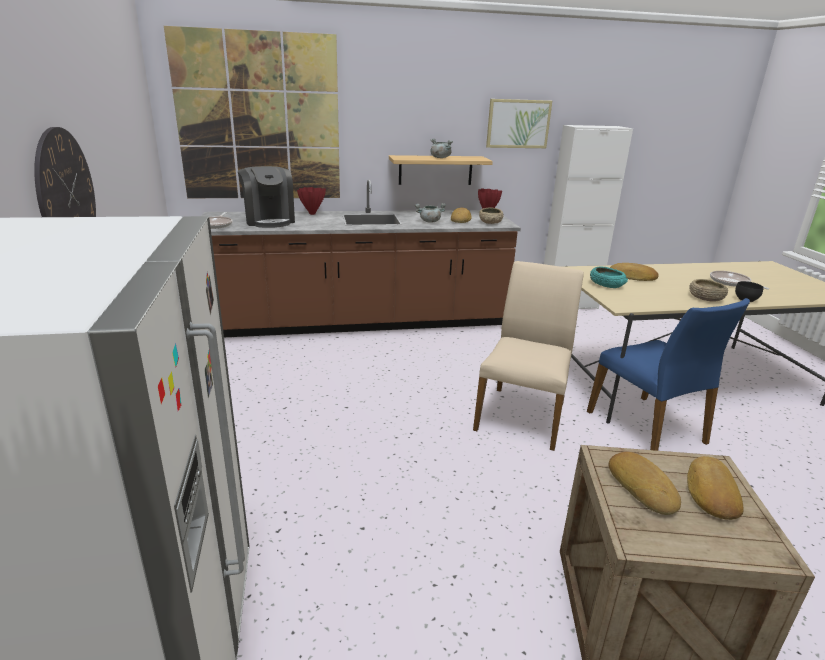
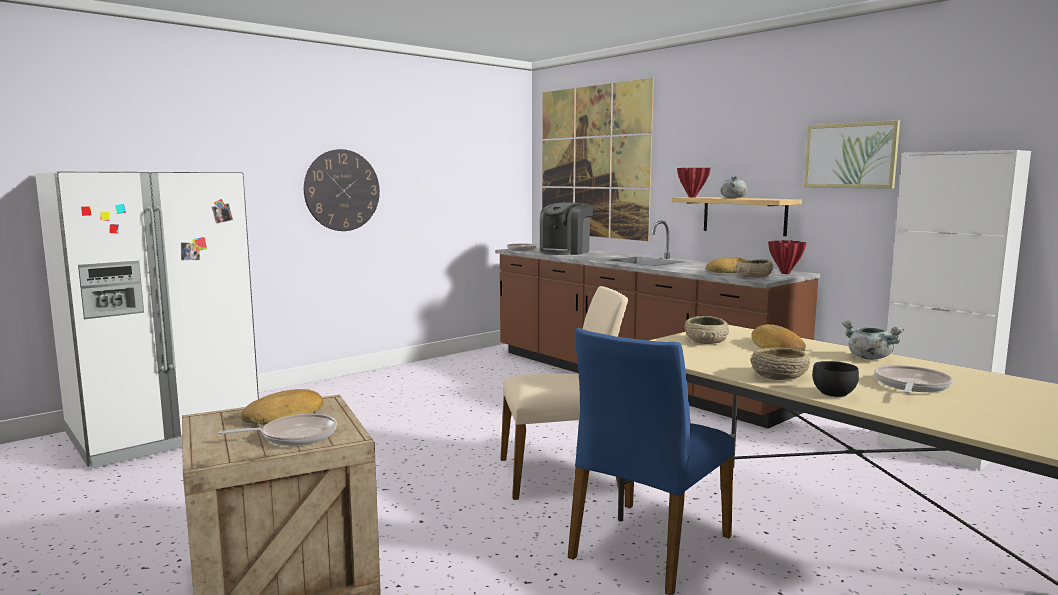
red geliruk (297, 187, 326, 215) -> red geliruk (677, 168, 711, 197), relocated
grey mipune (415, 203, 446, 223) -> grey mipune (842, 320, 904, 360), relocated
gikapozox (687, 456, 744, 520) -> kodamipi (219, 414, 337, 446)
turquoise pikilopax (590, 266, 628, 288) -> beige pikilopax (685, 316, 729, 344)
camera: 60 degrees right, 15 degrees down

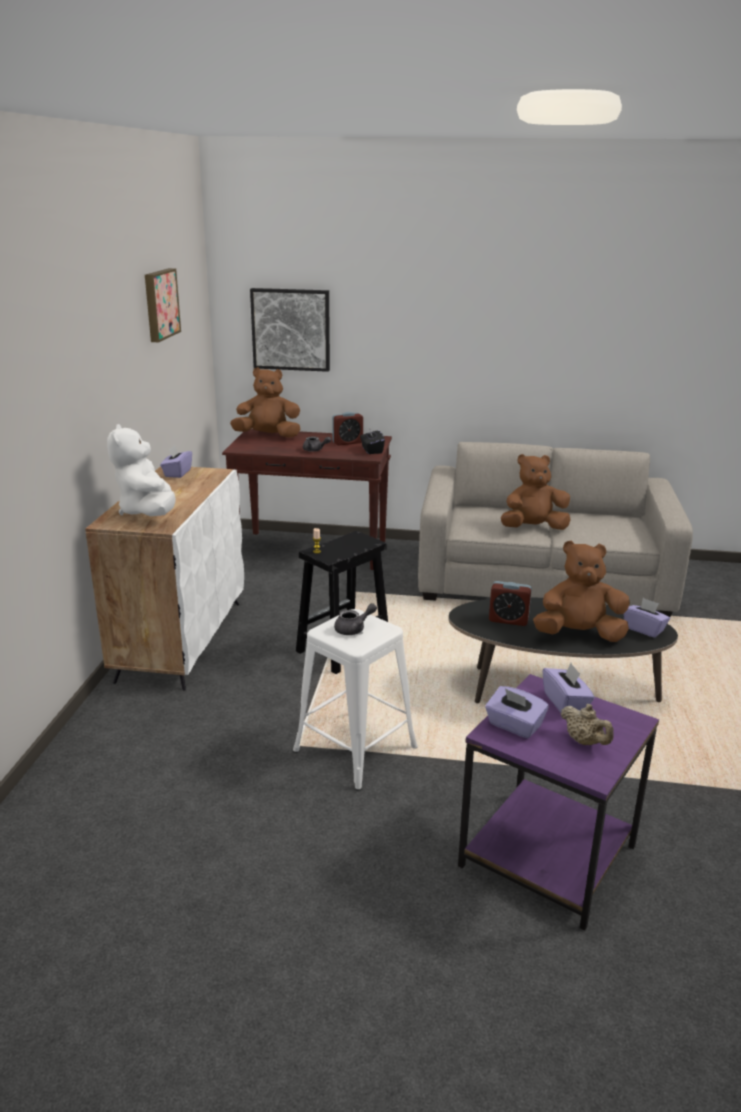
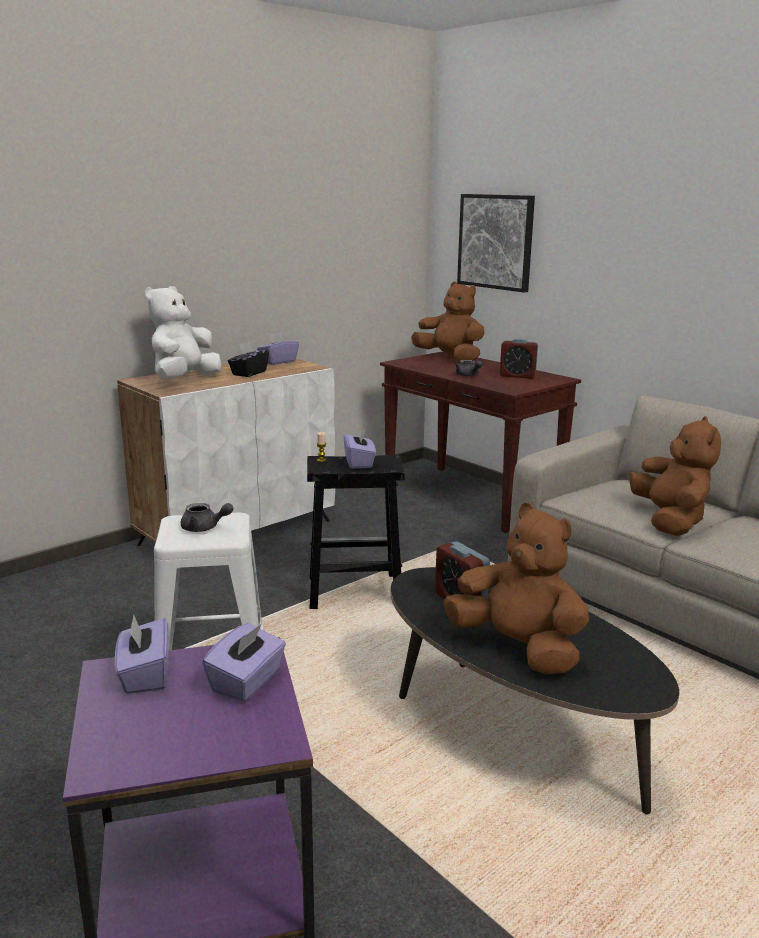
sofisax (145, 268, 181, 342) -> none
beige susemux (560, 704, 614, 745) -> none
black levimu (360, 429, 385, 454) -> black levimu (228, 342, 269, 377), relocated
purple levimu (623, 598, 670, 638) -> purple levimu (344, 428, 376, 469), relocated
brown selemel (501, 454, 571, 530) -> brown selemel (629, 416, 721, 536), 60 degrees clockwise
camera: 40 degrees right, 5 degrees down

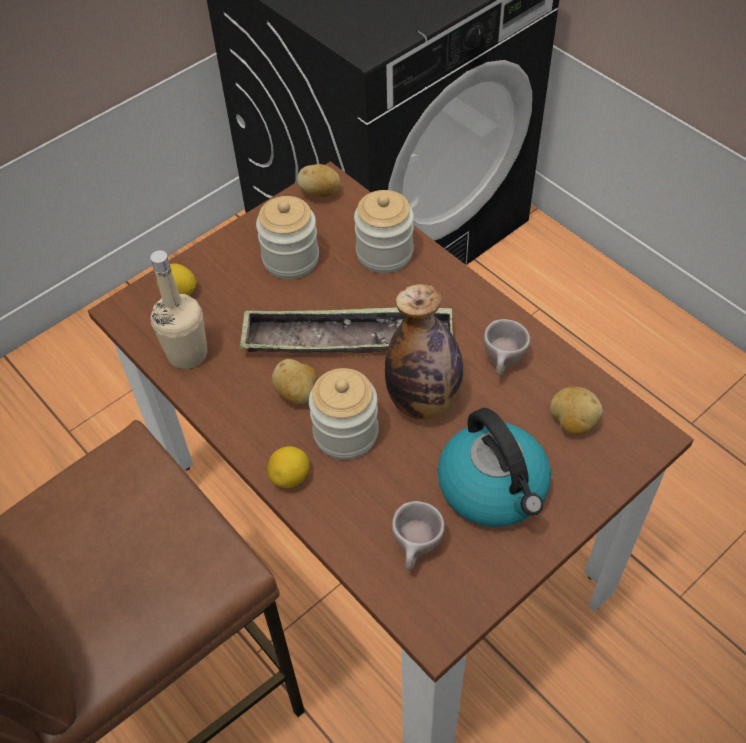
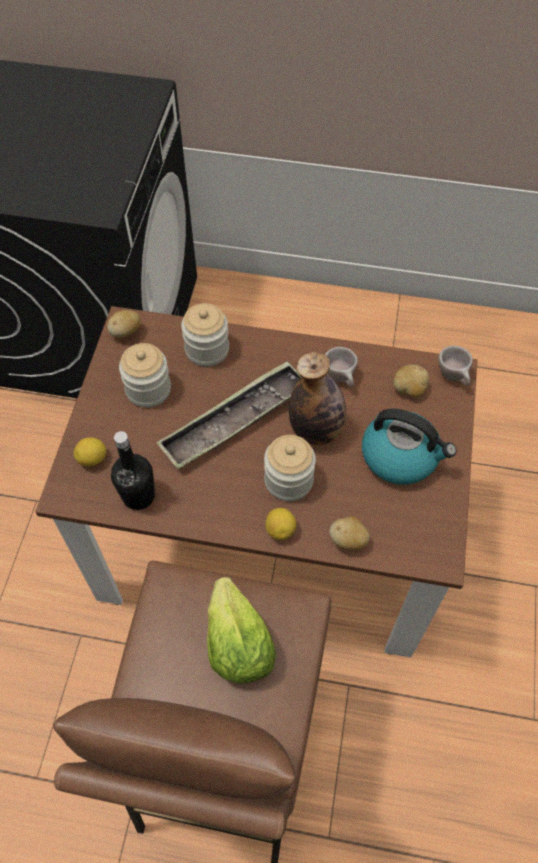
none -> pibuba (207, 577, 276, 684)
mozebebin (272, 359, 317, 404) -> mozebebin (330, 517, 370, 550), relocated
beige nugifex (392, 501, 445, 571) -> beige nugifex (439, 346, 473, 386), relocated
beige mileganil (150, 250, 207, 369) -> black mileganil (111, 431, 155, 510)
camera: 40 degrees left, 5 degrees up

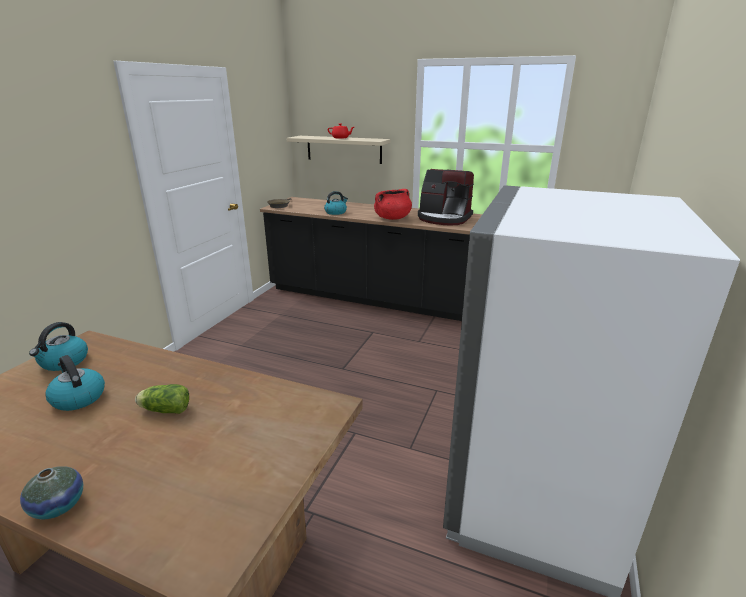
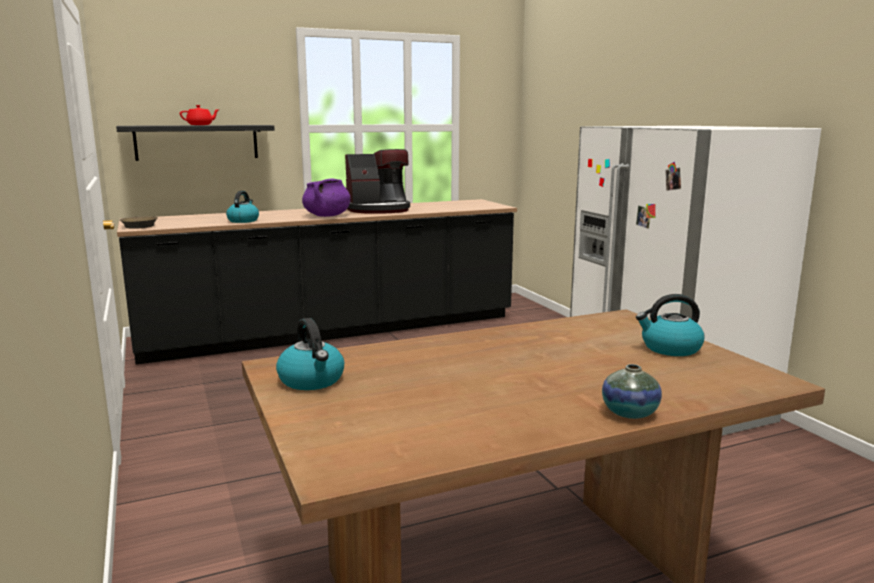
pibuba (135, 384, 189, 414) -> none
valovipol (45, 355, 105, 411) -> valovipol (636, 294, 704, 356), relocated
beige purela (287, 136, 391, 164) -> black purela (116, 125, 275, 161)
red mipune (374, 189, 412, 220) -> purple mipune (302, 178, 351, 217)
camera: 45 degrees left, 10 degrees down

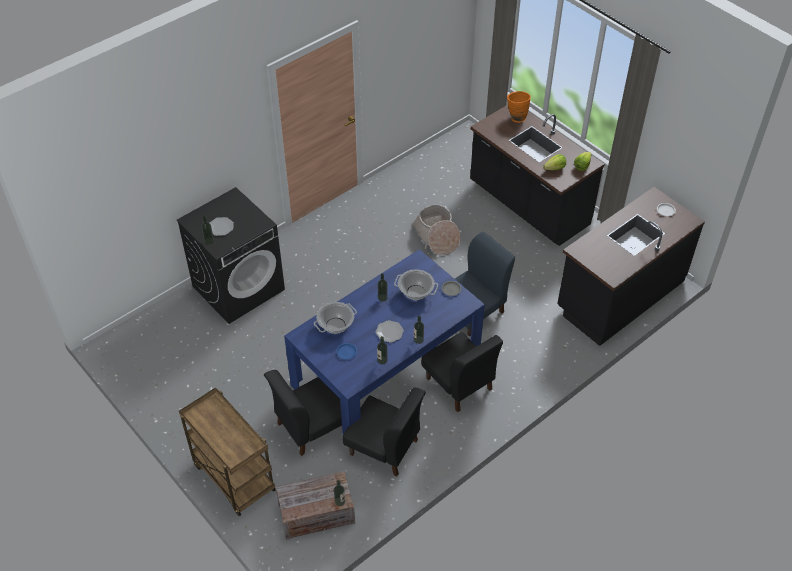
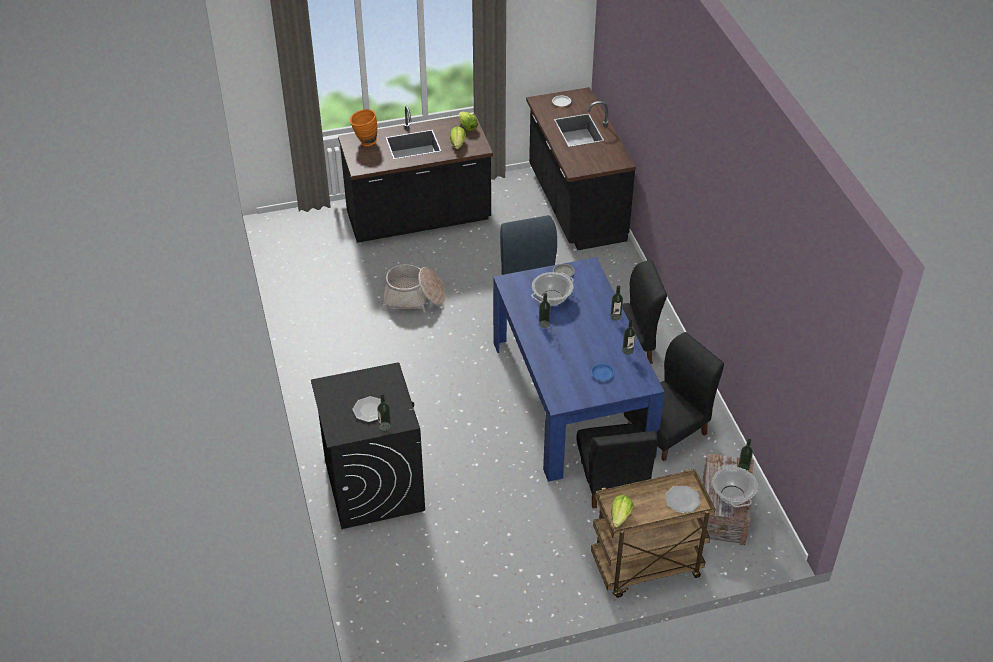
none -> pibuba (611, 495, 634, 528)
mipune (314, 302, 357, 334) -> mipune (712, 465, 758, 507), relocated
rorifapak (376, 320, 404, 343) -> rorifapak (665, 486, 700, 513), relocated
camera: 65 degrees left, 5 degrees down

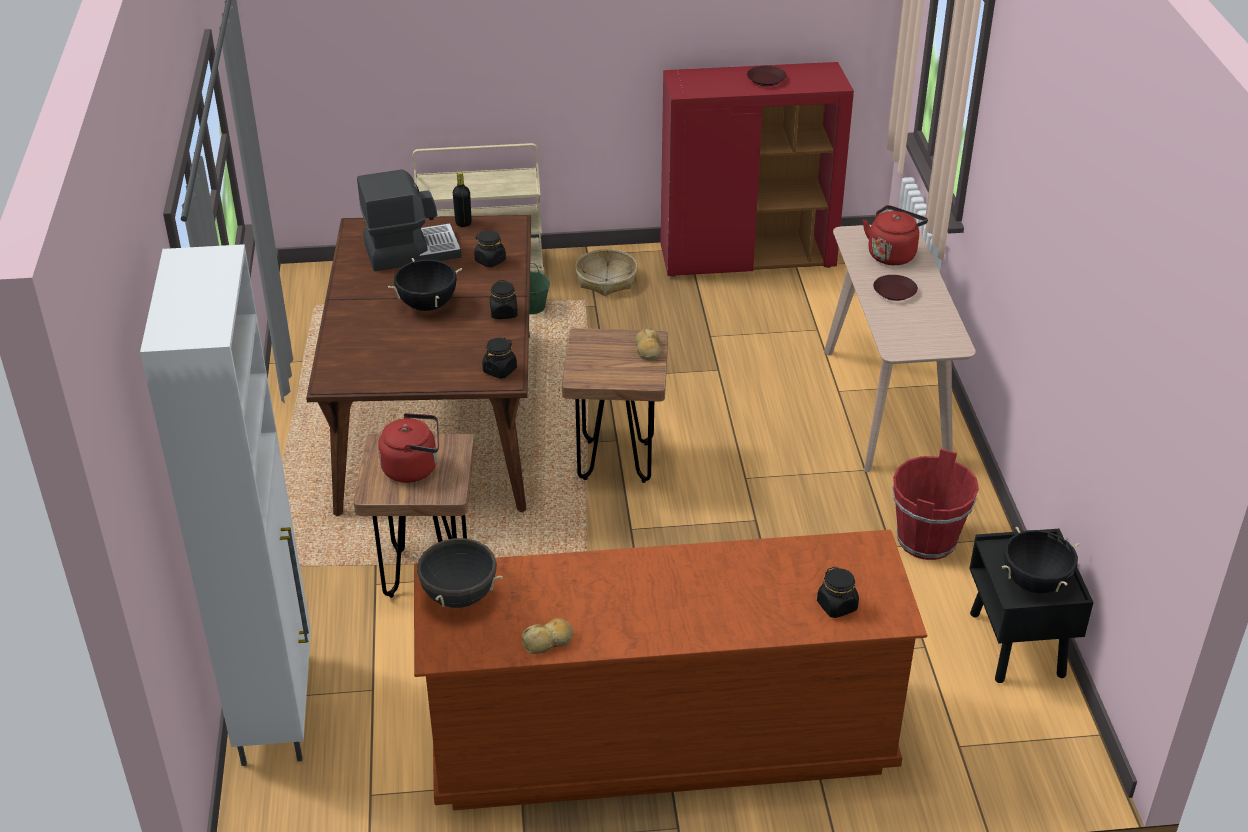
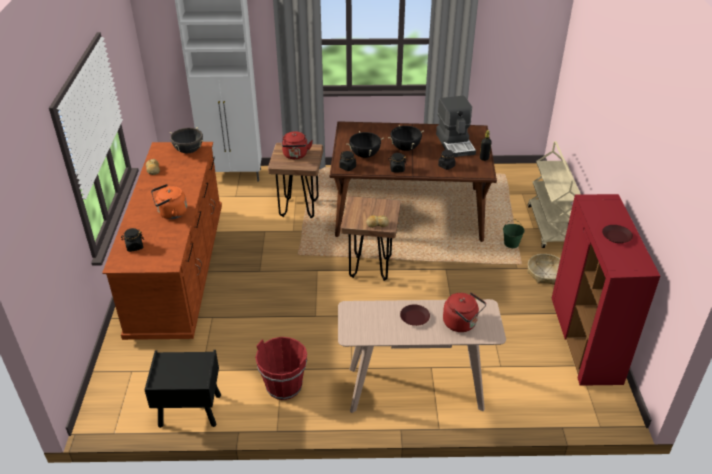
none -> orange valovipol (151, 184, 187, 219)
black mipune (1002, 527, 1080, 593) -> black mipune (346, 131, 384, 158), relocated
camera: 95 degrees right, 0 degrees up

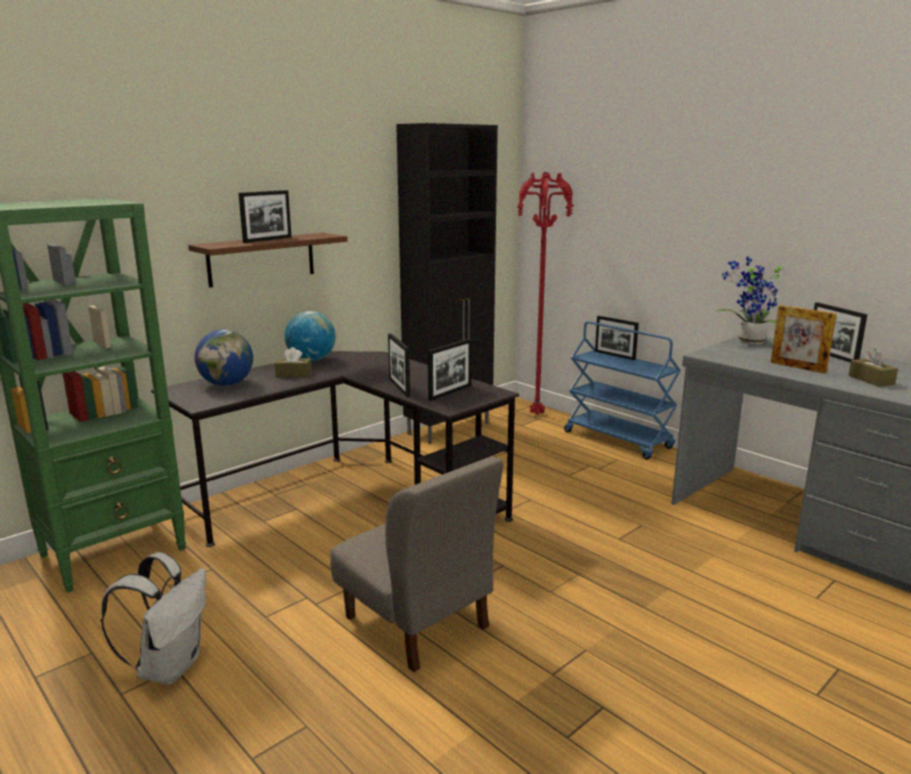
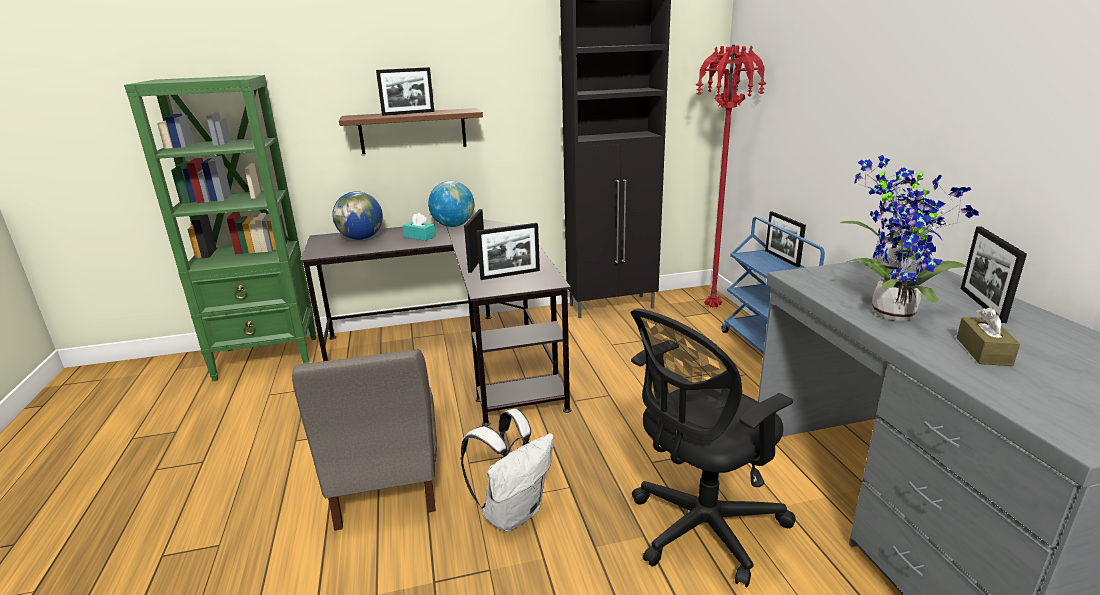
none -> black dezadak (631, 309, 796, 588)
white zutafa (101, 552, 206, 685) -> white zutafa (461, 409, 554, 531), relocated
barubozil (770, 305, 837, 373) -> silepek (847, 175, 978, 321)
brown levimu (275, 347, 312, 377) -> turquoise levimu (403, 213, 436, 241)
camera: 30 degrees right, 5 degrees up

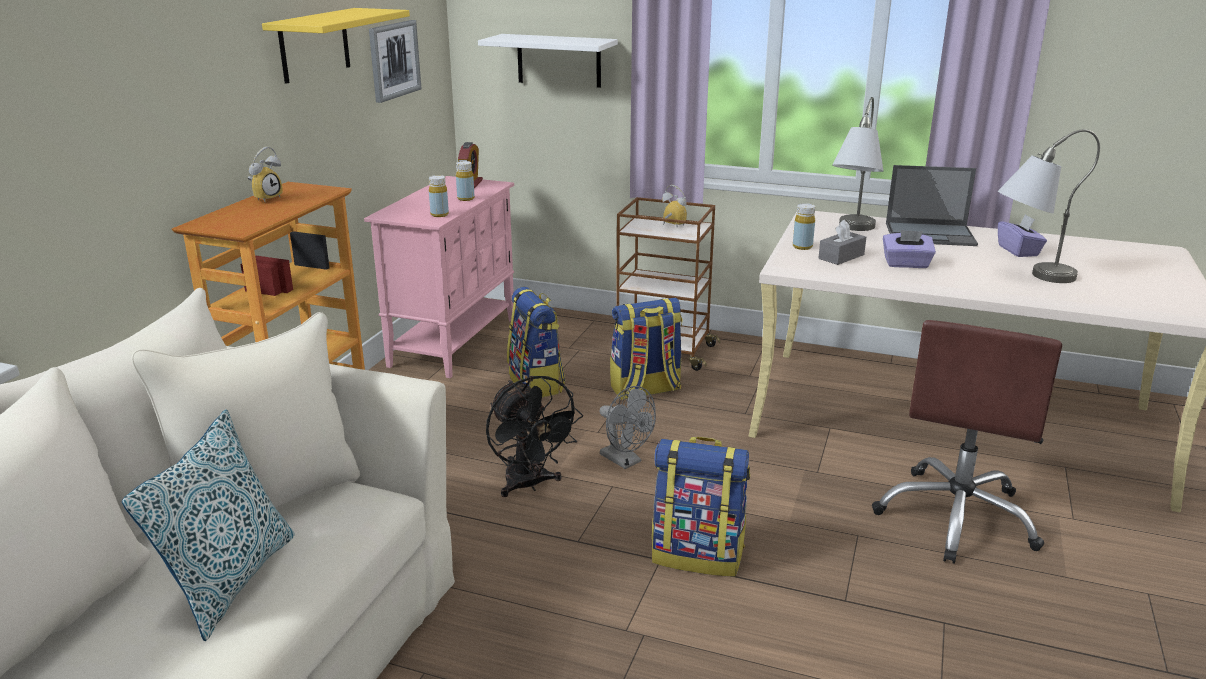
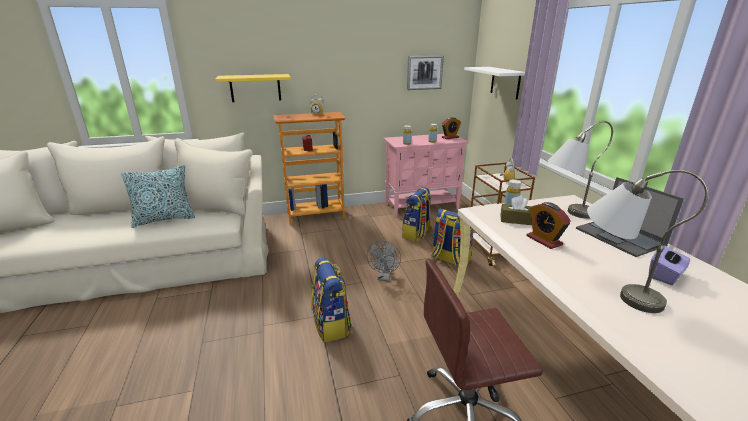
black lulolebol (486, 376, 583, 497) -> none
yellow purela (262, 8, 410, 84) -> yellow purela (215, 74, 291, 102), relocated
purple levimu (883, 230, 936, 268) -> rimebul (526, 202, 571, 249)
grey levimu (819, 220, 866, 265) -> brown levimu (500, 196, 532, 225)
camera: 55 degrees right, 0 degrees up

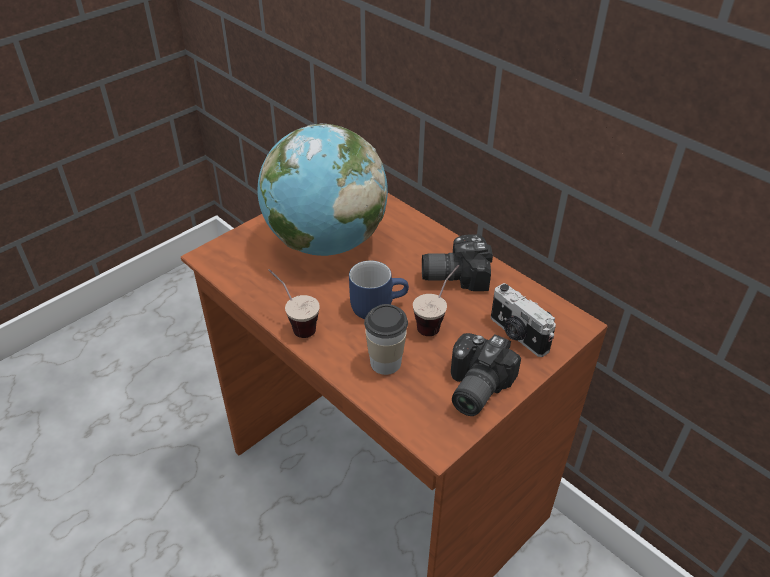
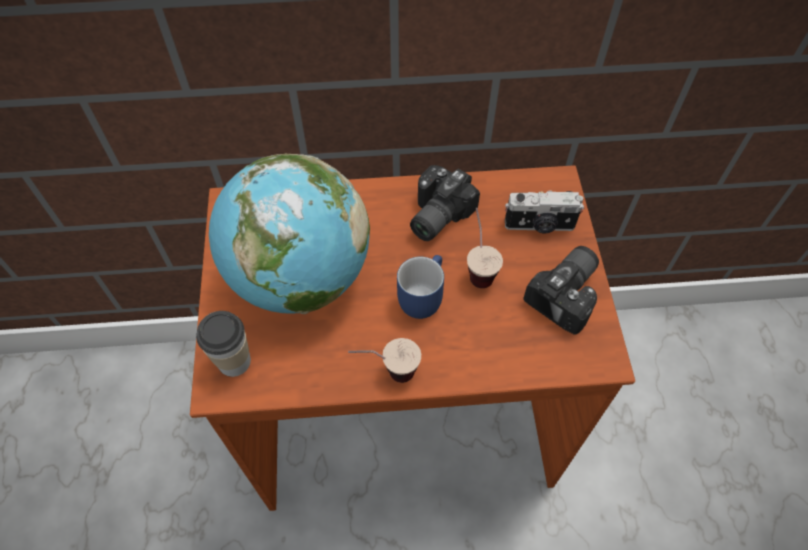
nugifex (364, 304, 408, 375) -> nugifex (196, 311, 251, 377), relocated
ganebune (451, 333, 521, 416) -> ganebune (523, 246, 599, 335), 120 degrees counterclockwise
camera: 50 degrees left, 15 degrees up

